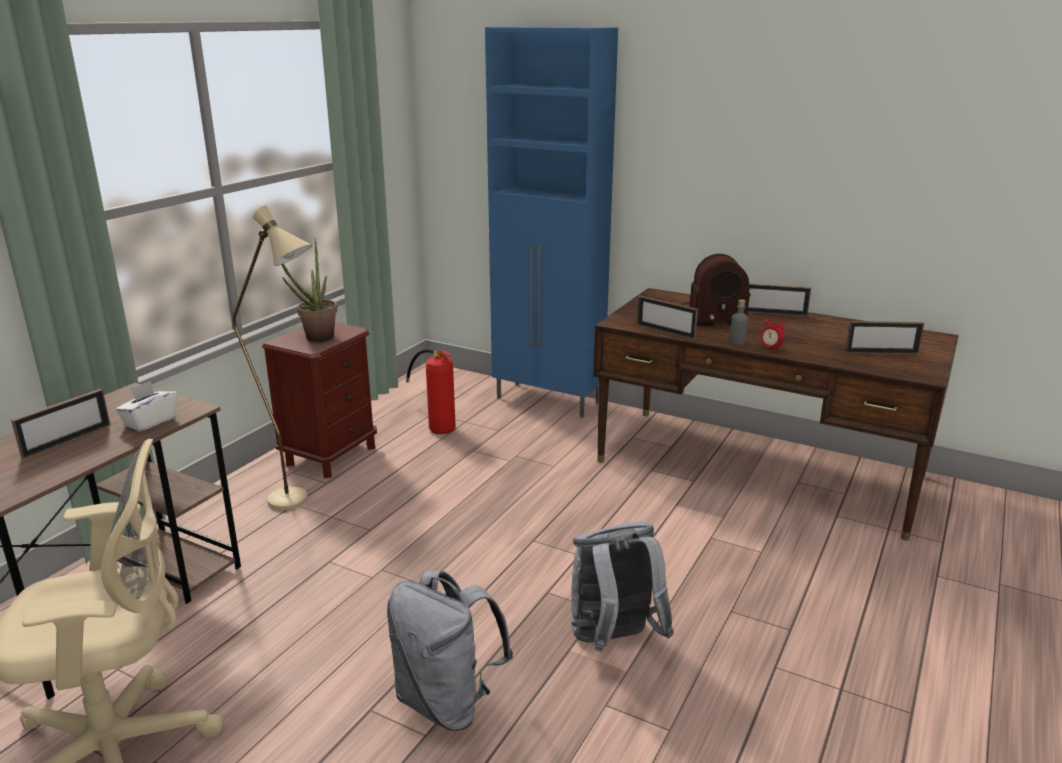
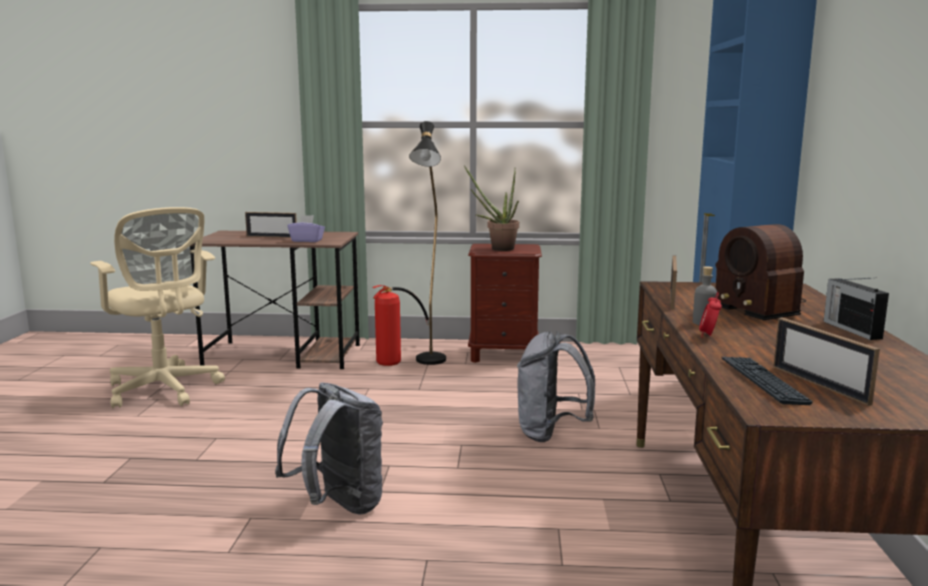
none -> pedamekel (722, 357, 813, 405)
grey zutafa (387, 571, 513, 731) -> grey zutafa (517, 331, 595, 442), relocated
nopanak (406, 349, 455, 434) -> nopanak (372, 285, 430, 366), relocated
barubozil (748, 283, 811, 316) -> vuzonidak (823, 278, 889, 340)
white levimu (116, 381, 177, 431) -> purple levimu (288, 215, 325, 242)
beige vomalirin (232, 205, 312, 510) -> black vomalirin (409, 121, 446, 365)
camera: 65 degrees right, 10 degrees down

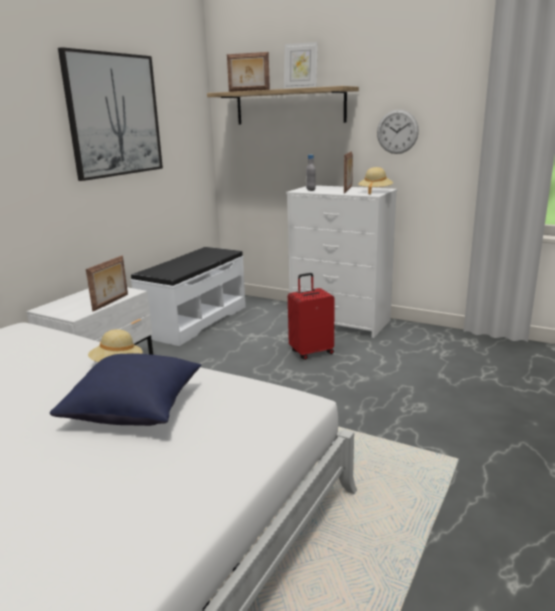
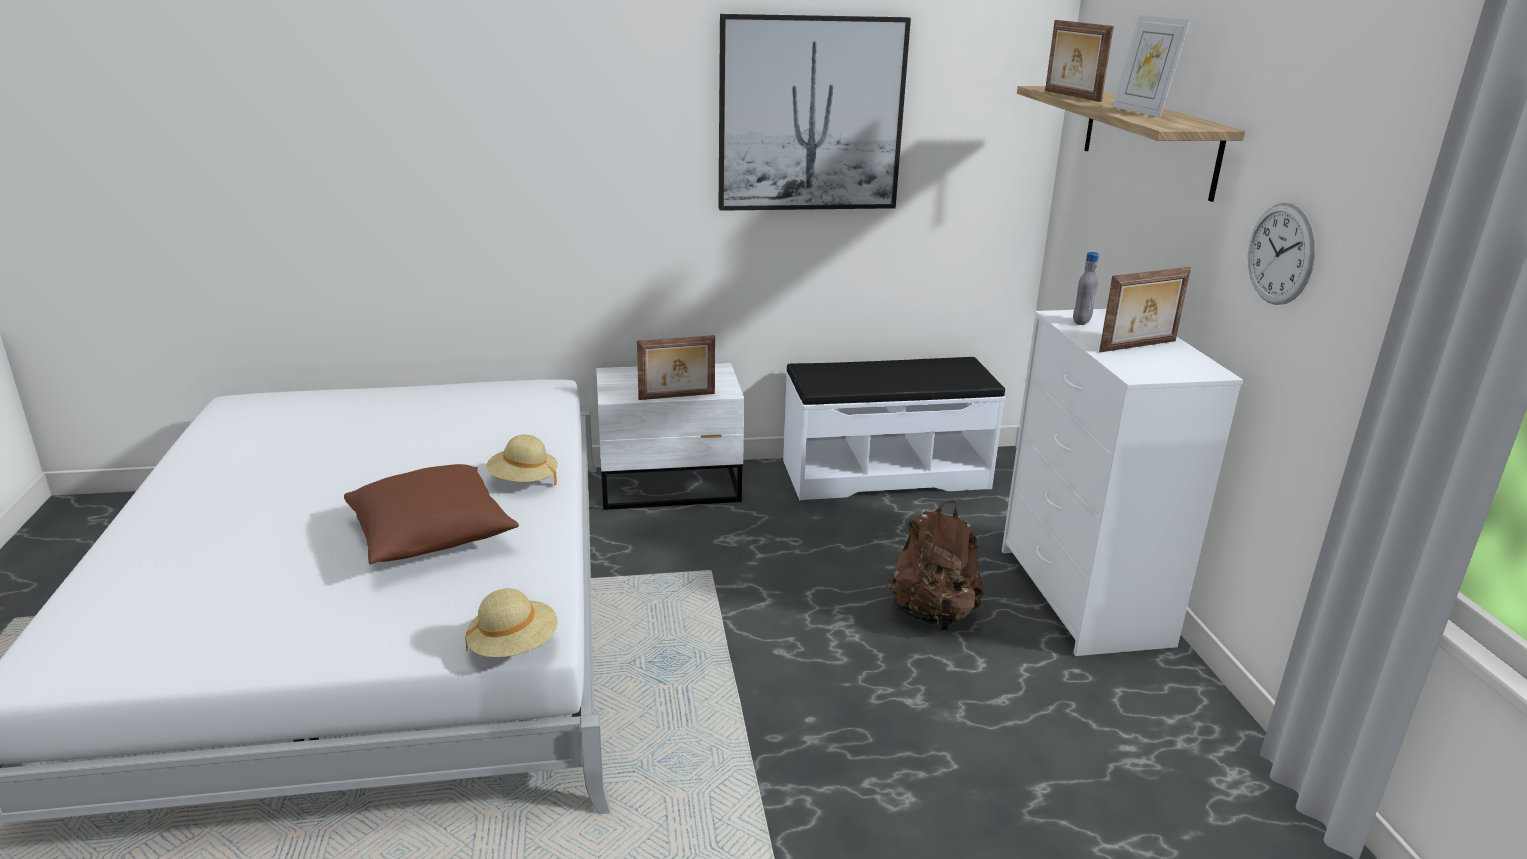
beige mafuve (358, 167, 393, 194) -> beige mafuve (465, 588, 558, 657), relocated
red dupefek (288, 273, 335, 360) -> brown zutafa (886, 501, 983, 630)
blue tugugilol (50, 353, 201, 426) -> brown tugugilol (344, 464, 519, 564)
camera: 50 degrees right, 5 degrees up

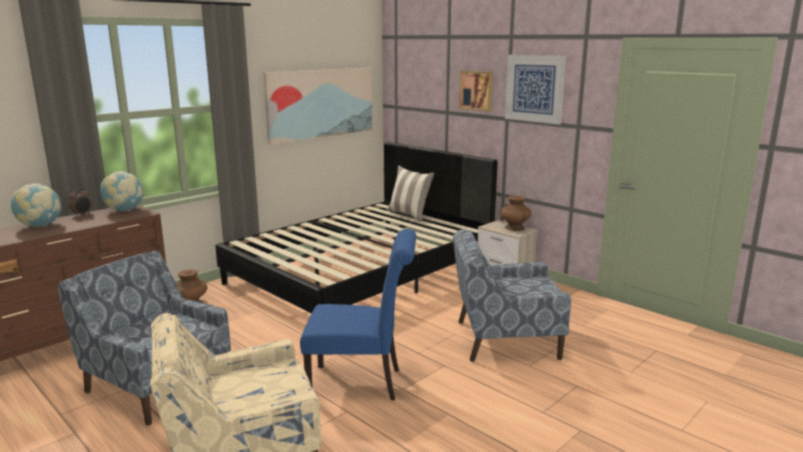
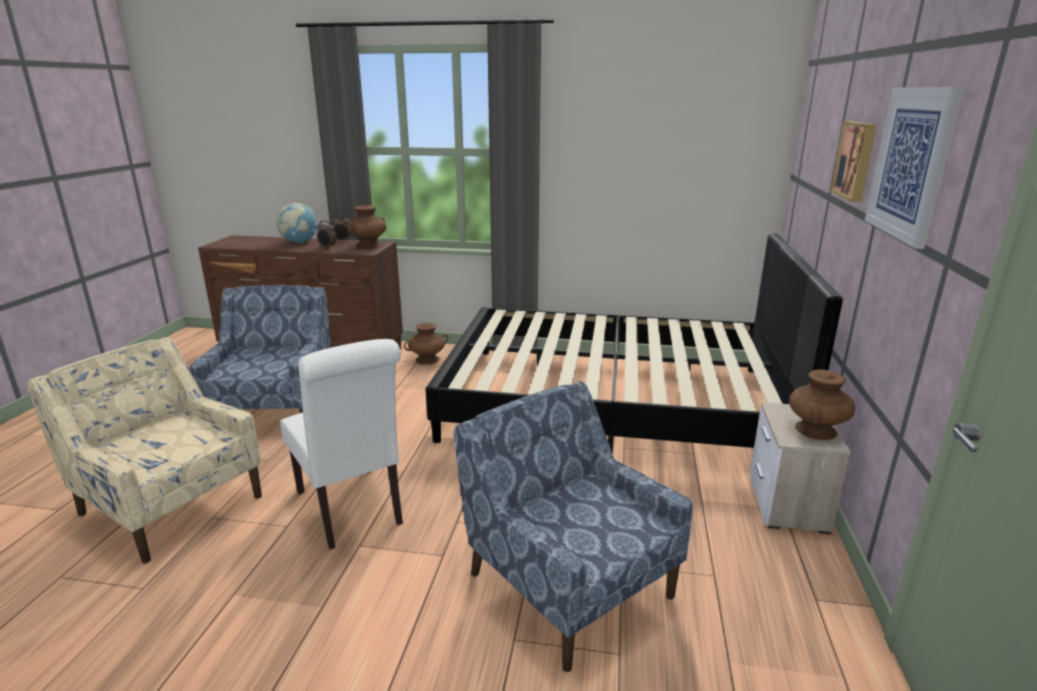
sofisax (263, 68, 372, 144) -> none
tugugilol (387, 166, 434, 222) -> none
none -> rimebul (317, 221, 337, 249)
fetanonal (100, 171, 144, 211) -> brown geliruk (347, 205, 386, 249)
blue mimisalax (300, 229, 416, 400) -> white mimisalax (280, 339, 403, 550)
camera: 55 degrees right, 5 degrees up

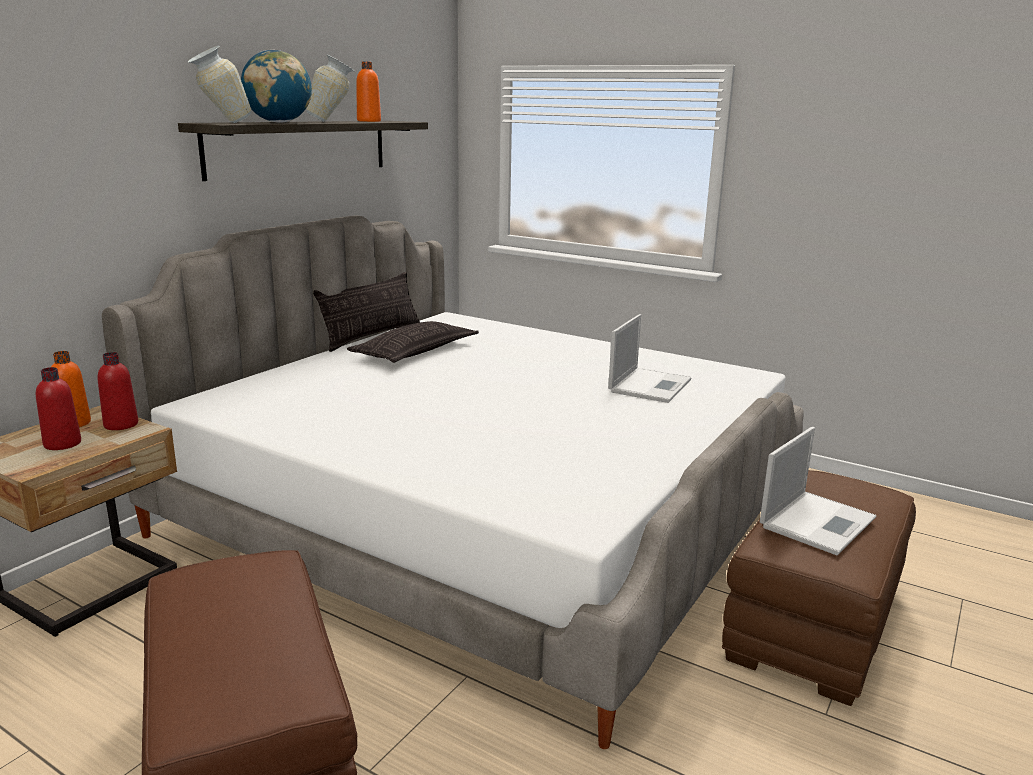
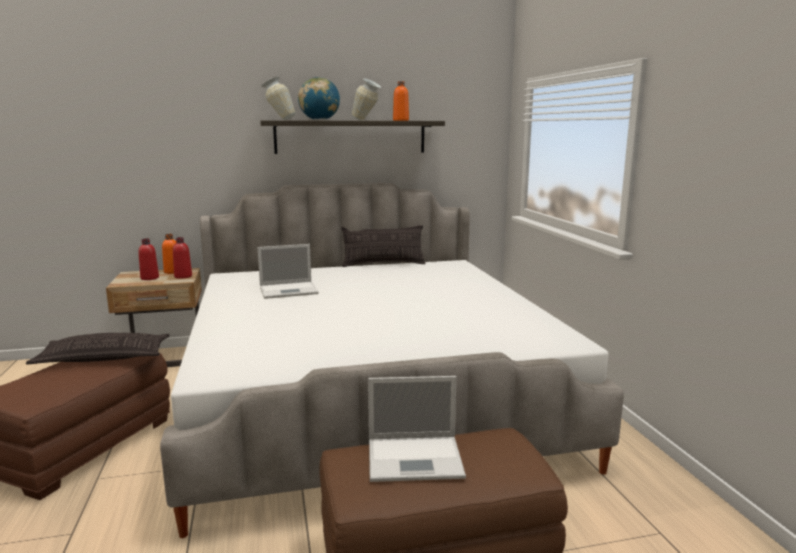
tugugilol (347, 321, 479, 363) -> tugugilol (26, 333, 169, 364), relocated
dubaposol (608, 314, 692, 403) -> dubaposol (258, 244, 319, 299), relocated
camera: 45 degrees right, 5 degrees down

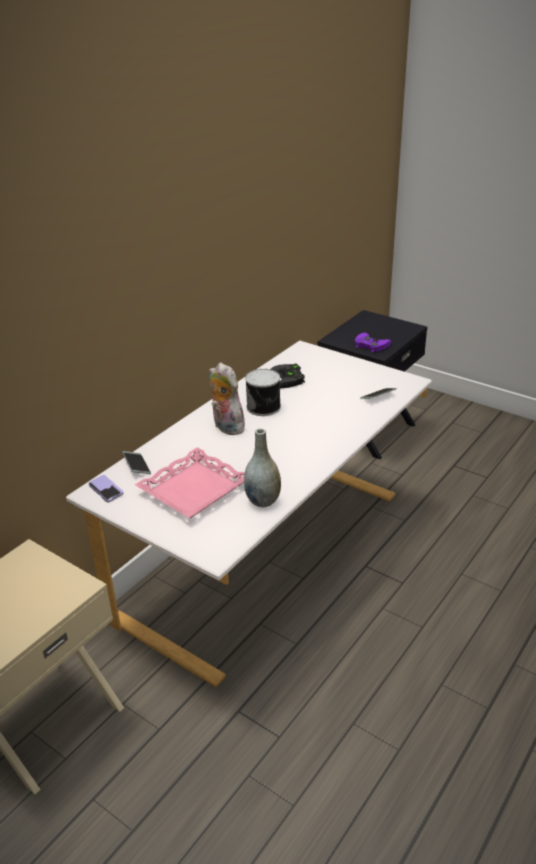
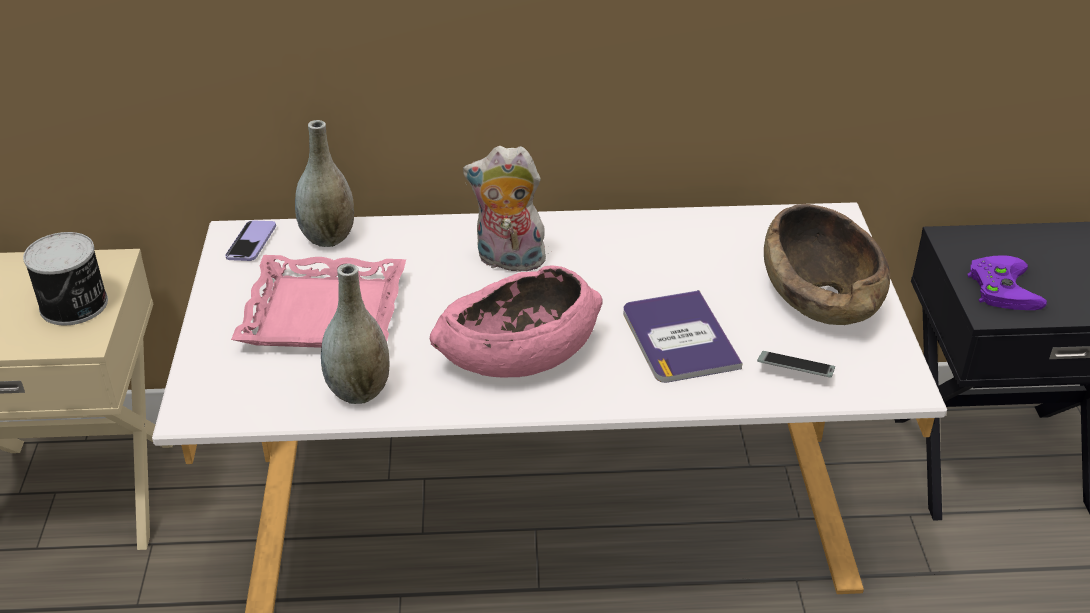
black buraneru (271, 364, 305, 389) -> none
none -> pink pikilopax (430, 265, 603, 378)
none -> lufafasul (623, 290, 742, 383)
none -> brown pikilopax (764, 203, 890, 325)
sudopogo (245, 369, 281, 416) -> sudopogo (23, 232, 108, 325), relocated
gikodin (122, 451, 151, 474) -> grey geliruk (295, 120, 354, 247)
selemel (209, 363, 245, 435) -> selemel (463, 146, 546, 273), 90 degrees counterclockwise
camera: 50 degrees right, 5 degrees up

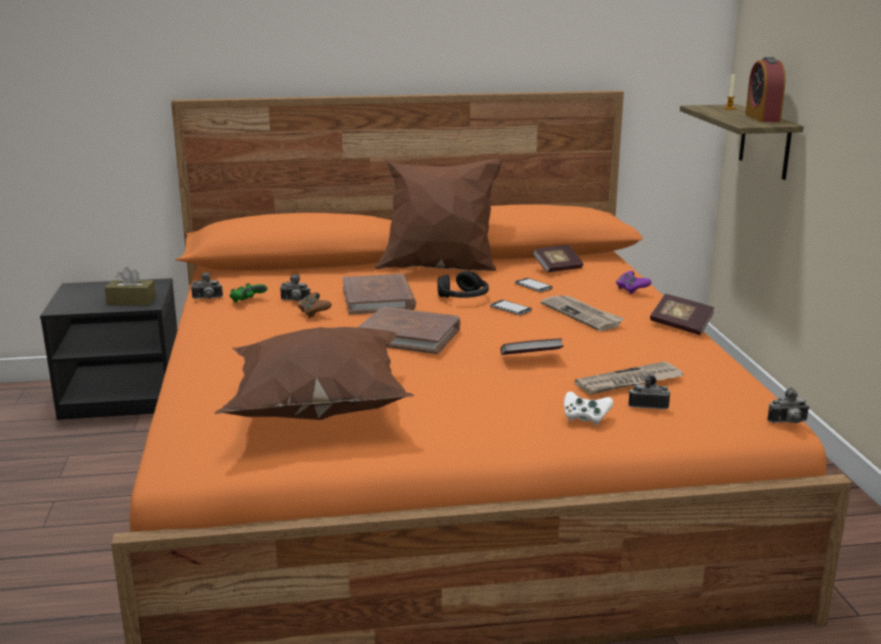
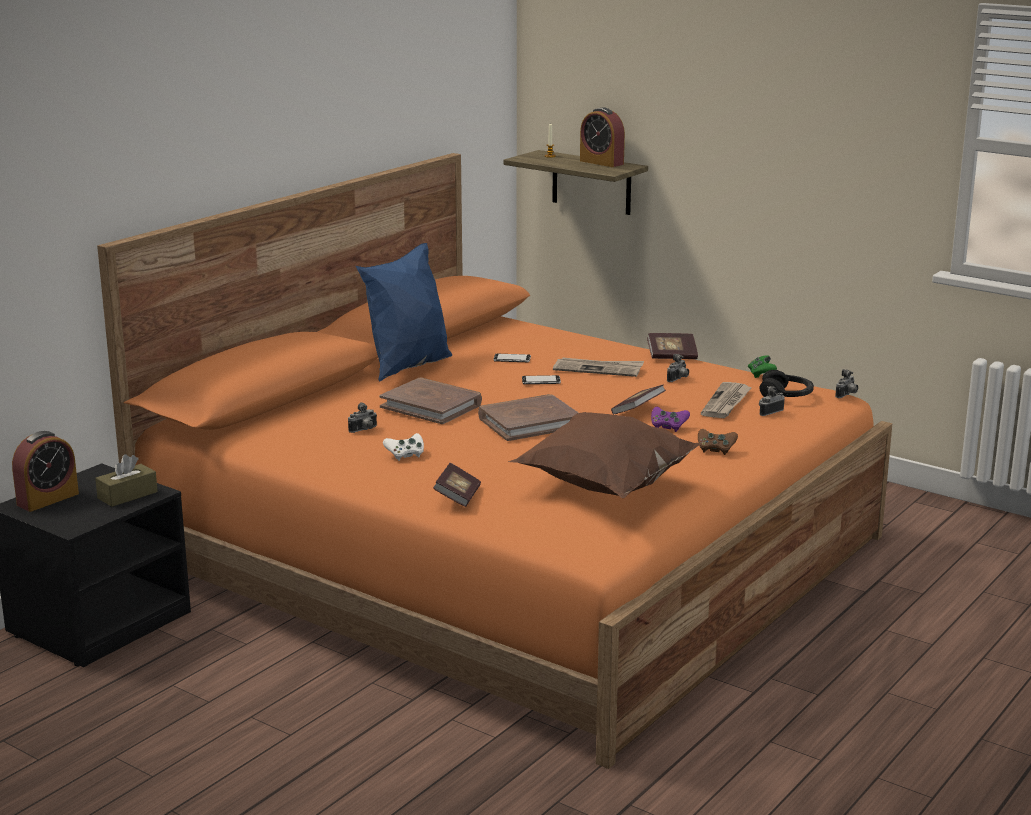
none -> rimebul (12, 431, 79, 512)
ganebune (191, 272, 223, 299) -> ganebune (667, 354, 689, 382), relocated
green buraneru (230, 283, 268, 302) -> green buraneru (748, 355, 777, 378), relocated
brown buraneru (298, 292, 332, 318) -> brown buraneru (698, 429, 738, 455), relocated
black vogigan (437, 271, 489, 298) -> black vogigan (759, 370, 814, 397), relocated
lufafasul (533, 245, 583, 273) -> lufafasul (433, 463, 481, 507), relocated
white buraneru (564, 391, 613, 426) -> white buraneru (383, 433, 424, 461), relocated
purple buraneru (616, 271, 652, 294) -> purple buraneru (651, 407, 690, 432), relocated
brown tugugilol (374, 158, 503, 271) -> blue tugugilol (356, 243, 452, 382)
camera: 45 degrees left, 0 degrees up

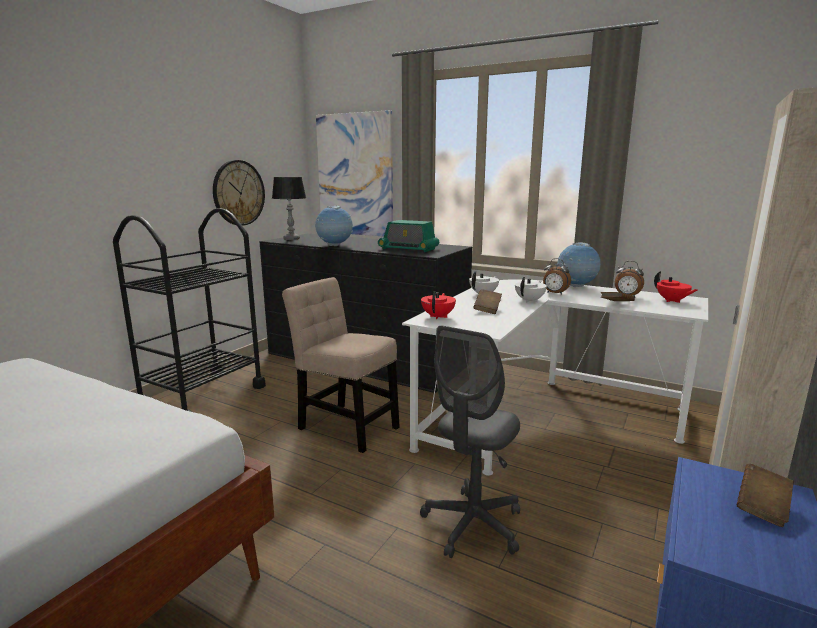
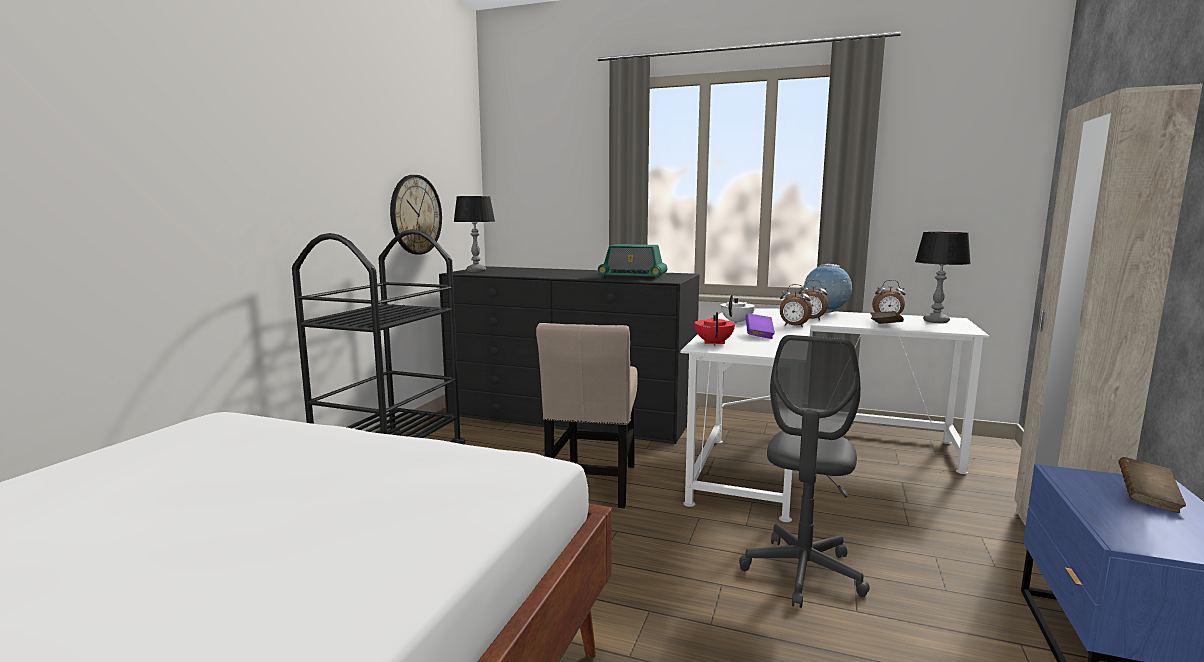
fetanonal (315, 206, 353, 246) -> none
sofisax (316, 110, 393, 237) -> none
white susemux (515, 277, 547, 302) -> rimebul (780, 284, 812, 327)
red susemux (654, 271, 697, 303) -> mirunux (915, 232, 971, 323)
brown lufafasul (473, 289, 502, 314) -> purple lufafasul (746, 313, 775, 339)
beige mimisalax (282, 277, 400, 453) -> beige mimisalax (536, 323, 638, 508), 105 degrees counterclockwise
camera: 10 degrees left, 5 degrees down

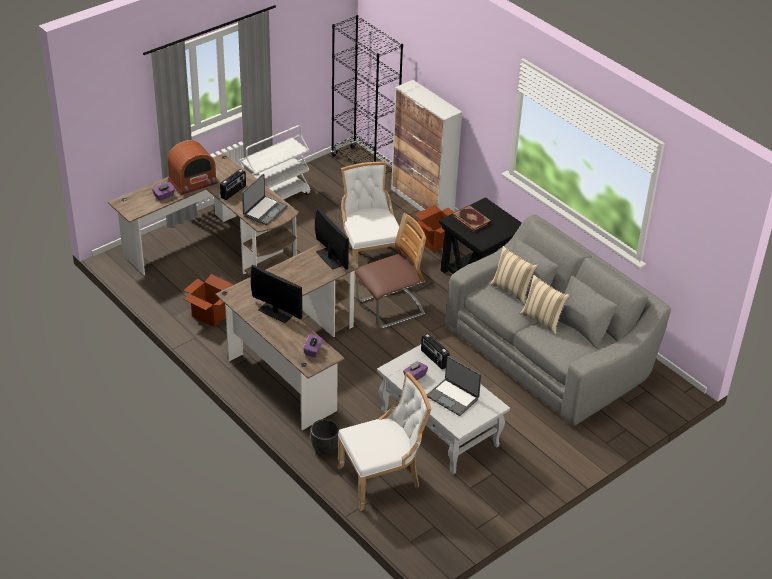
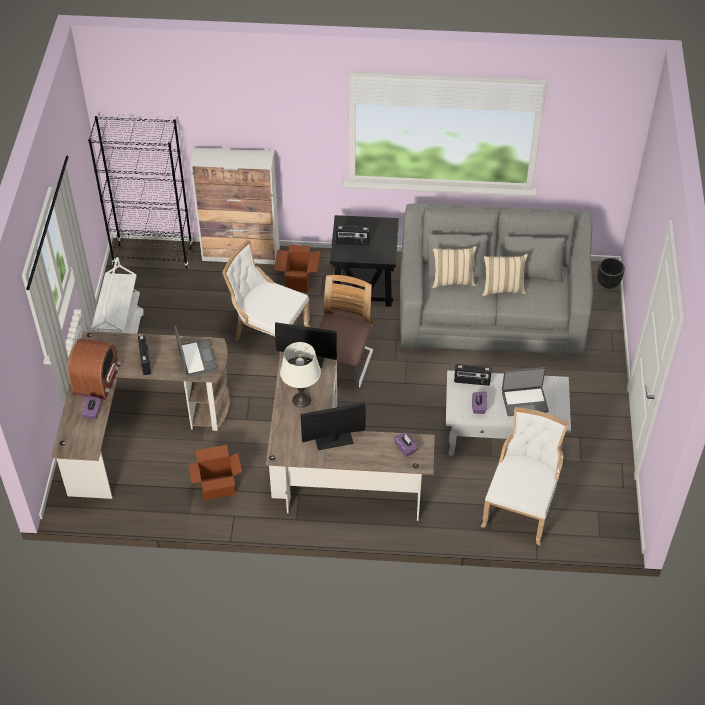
none -> white mirunux (280, 342, 321, 408)
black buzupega (311, 419, 340, 454) -> black buzupega (597, 258, 625, 289), relocated
lufafasul (452, 205, 492, 233) -> vuzonidak (336, 226, 370, 245)
camera: 45 degrees left, 10 degrees up

